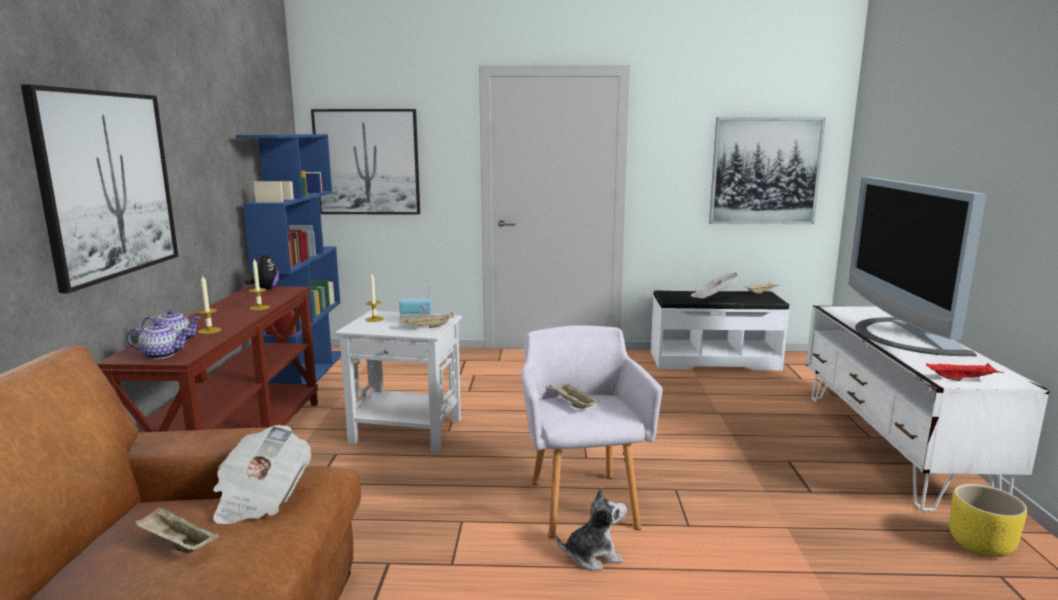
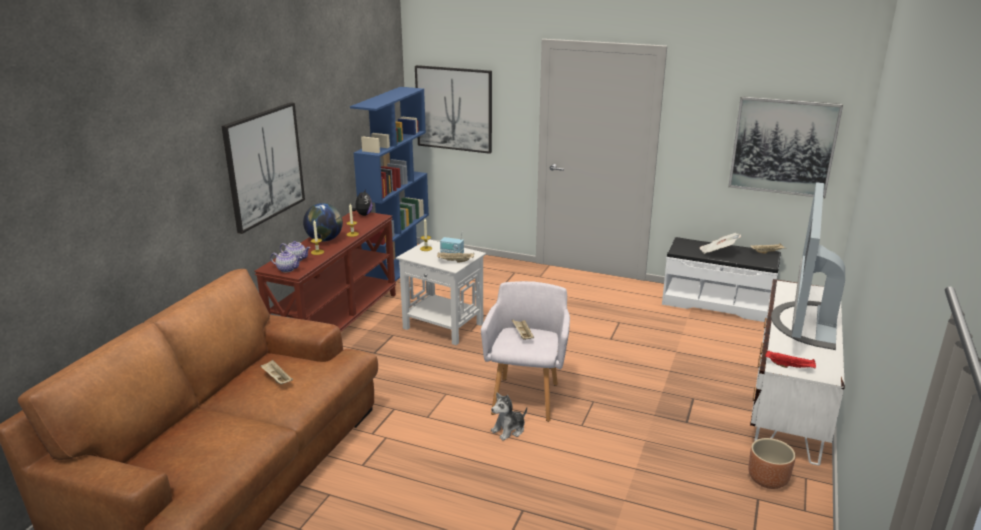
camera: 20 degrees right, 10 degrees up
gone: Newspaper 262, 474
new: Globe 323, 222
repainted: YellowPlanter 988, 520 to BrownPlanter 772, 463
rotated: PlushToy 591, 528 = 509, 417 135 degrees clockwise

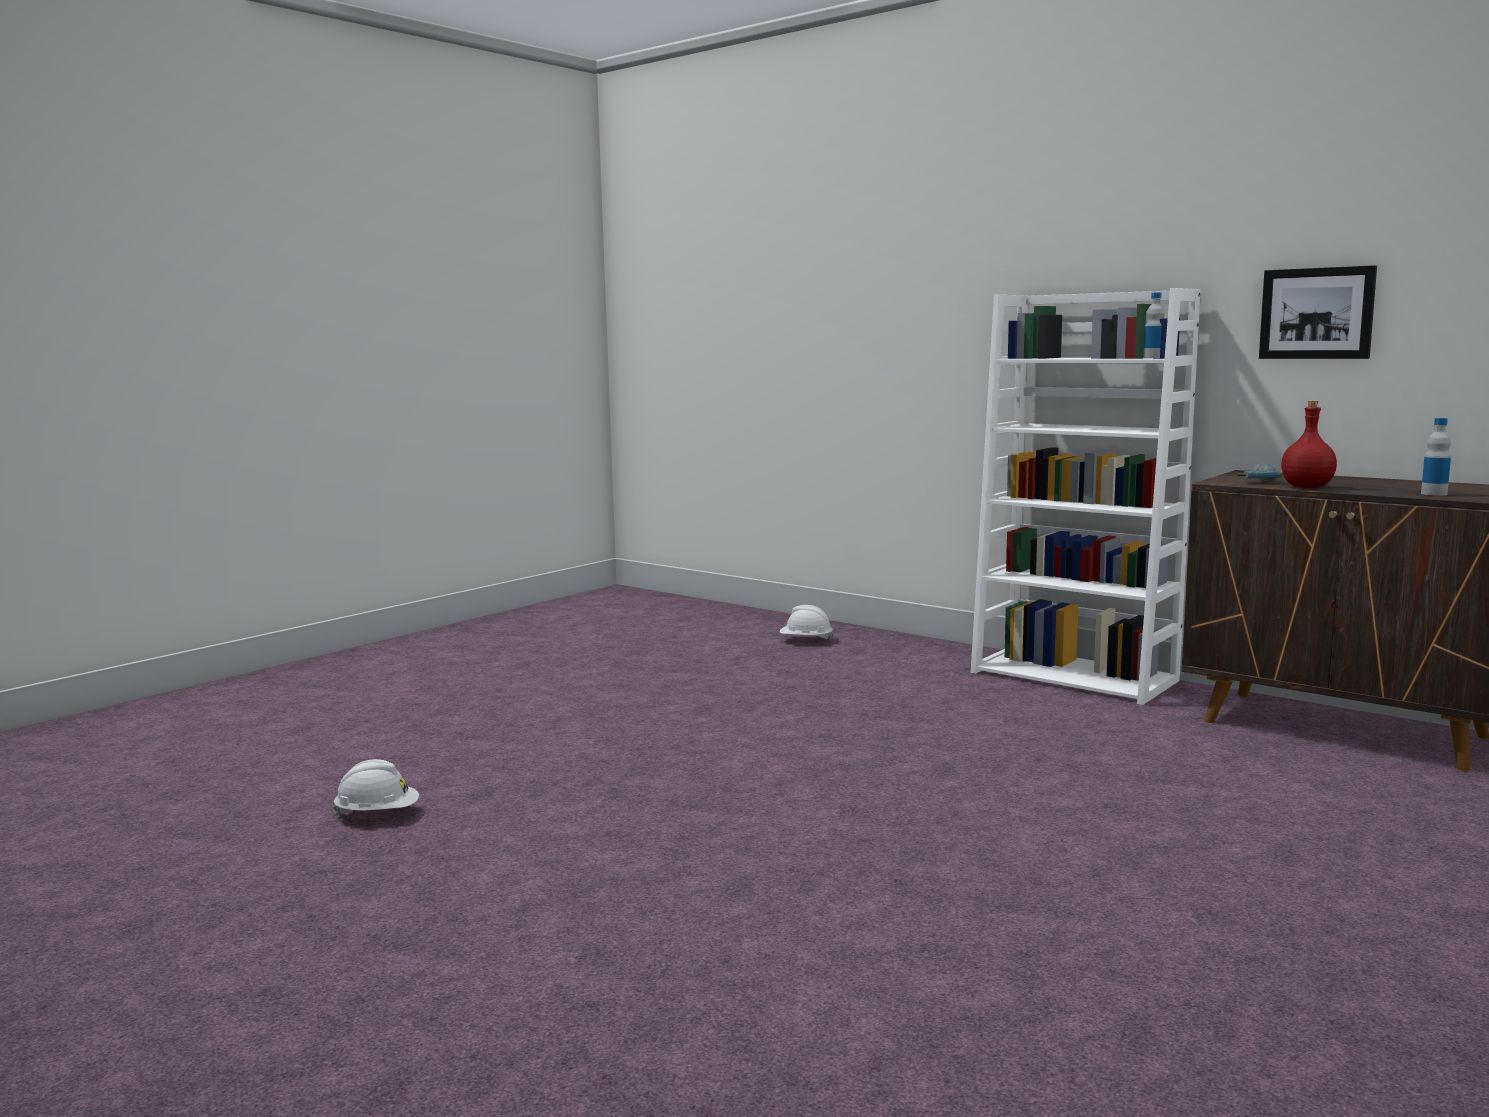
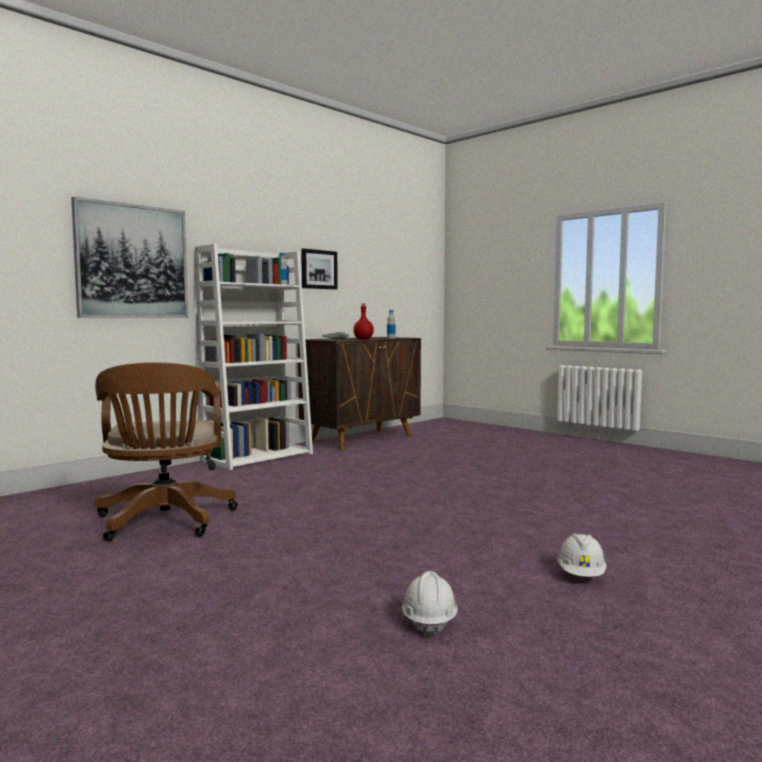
camera: 85 degrees left, 5 degrees down
new: Picture 129, 257; BrownOfficeChair 166, 451
shifted: WhiteHardHat 807, 623 to 581, 555

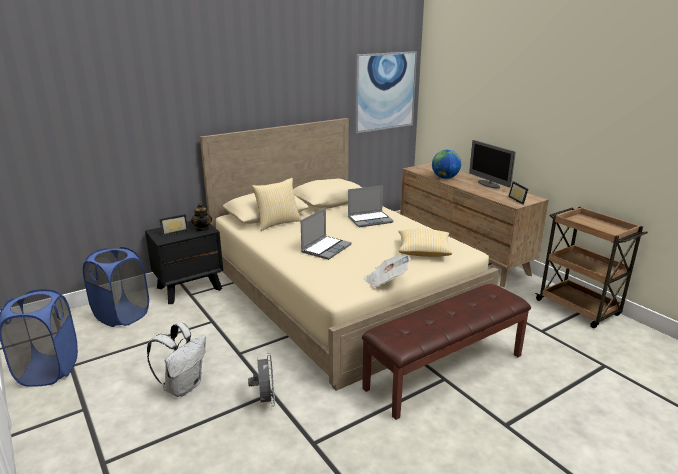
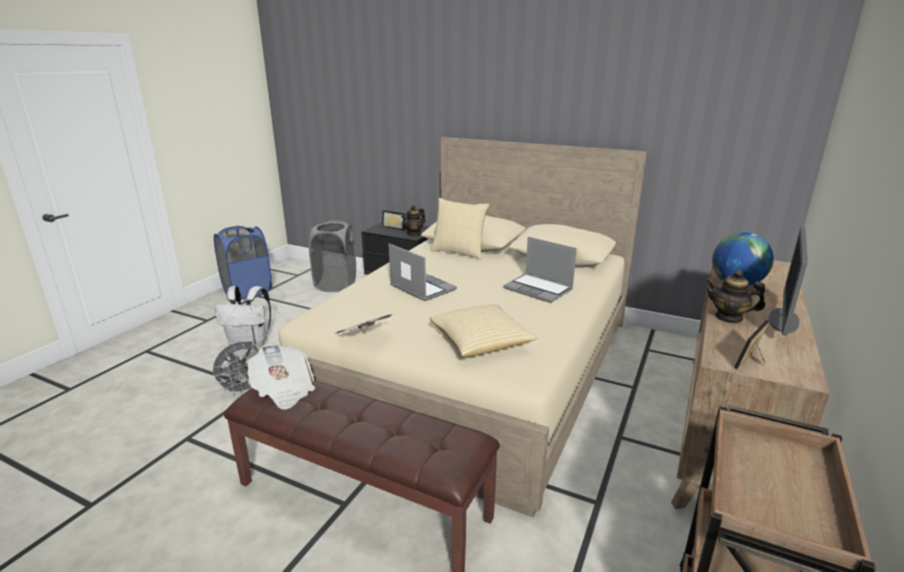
camera: 60 degrees right, 0 degrees up
gone: Picture 385, 92
new: Newspaper 281, 377; Teapot 735, 296
repainted: BlueLaundryBasket 116, 287 to GreyLaundryBasket 332, 256
rotated: Laptop 326, 233 = 423, 272 135 degrees counterclockwise

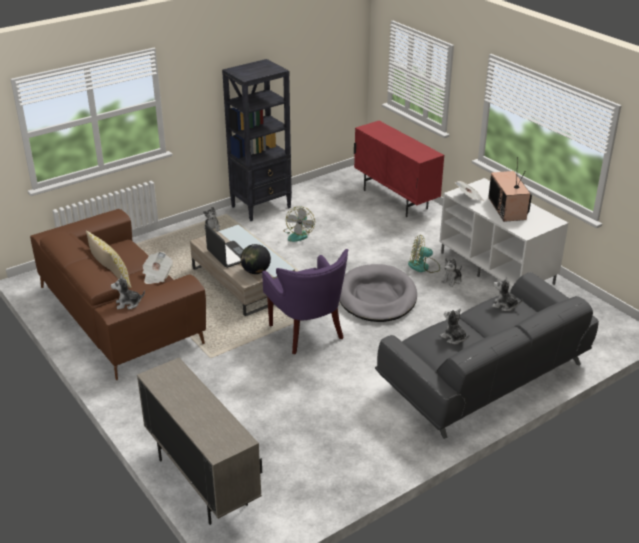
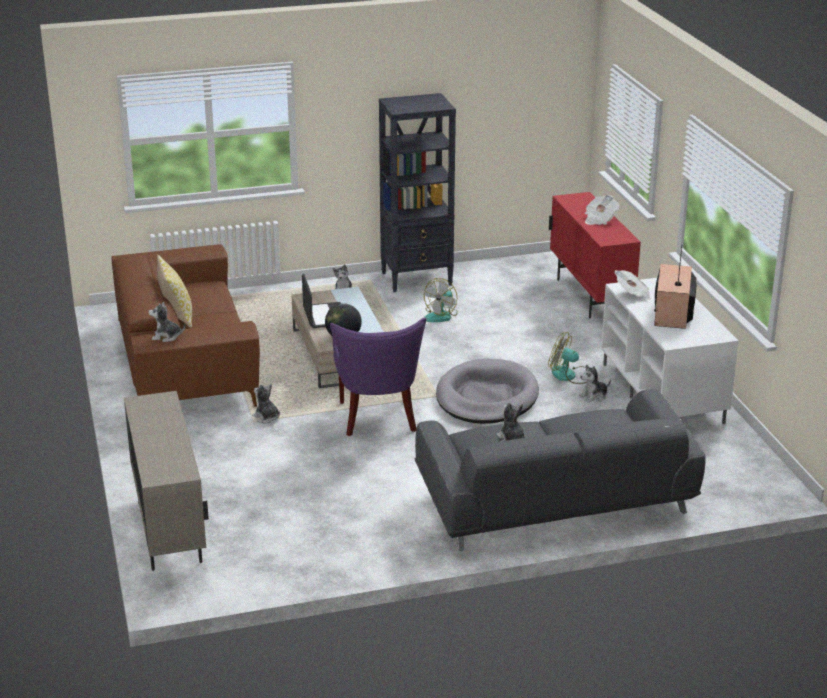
camera: 20 degrees right, 5 degrees down
shifted: Newspaper 157, 268 to 602, 210; PlushToy 507, 294 to 266, 403

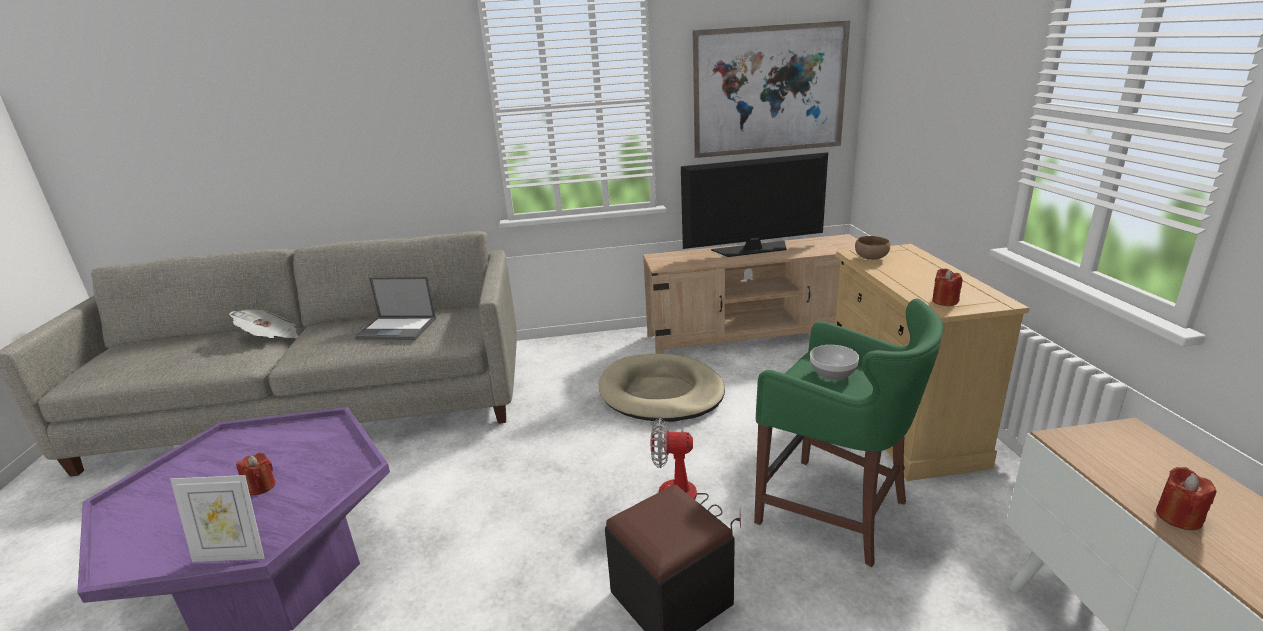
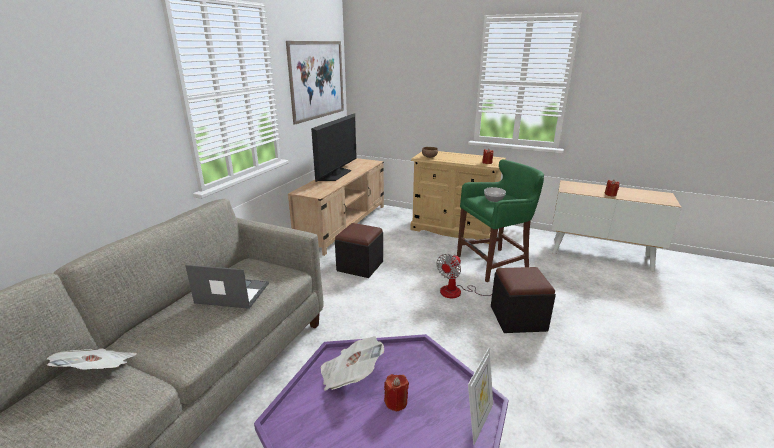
camera: 60 degrees left, 0 degrees up
new: Newspaper 352, 363
swapped: BeigeDogBed 662, 388 to BlackOttoman 359, 250
rotated: Laptop 395, 308 = 227, 287 120 degrees counterclockwise

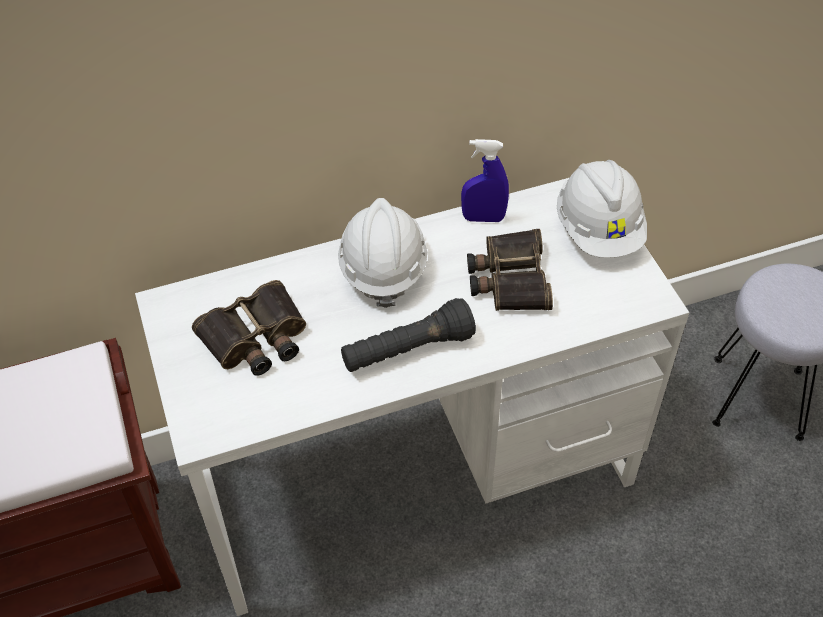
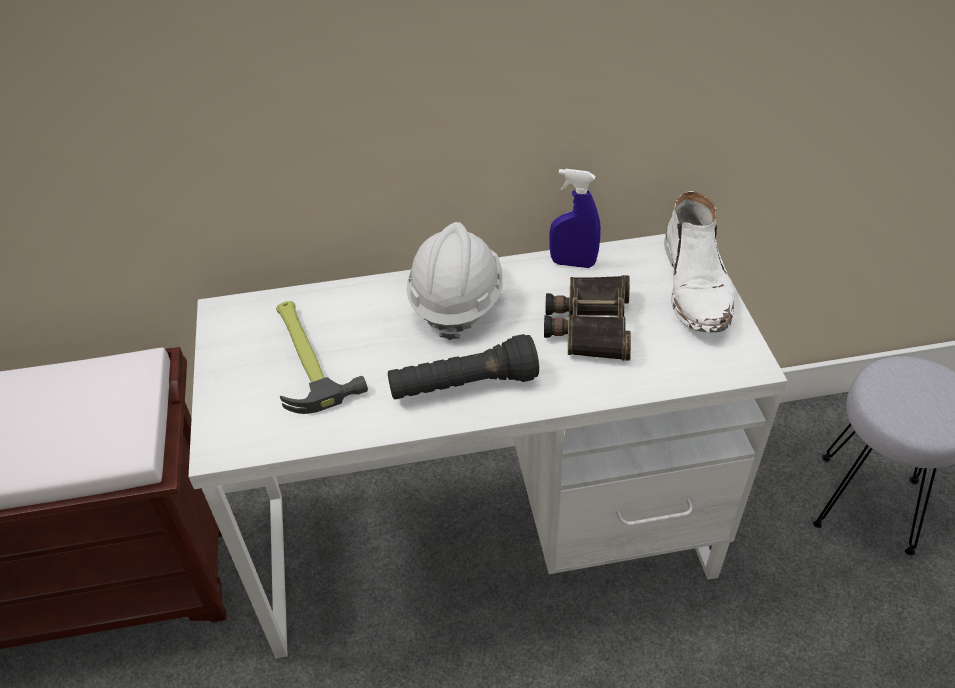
camera: 10 degrees right, 5 degrees down
swapped: Binoculars 249, 328 to Hammer 322, 357; WhiteHardHat 602, 209 to WhiteBoot 699, 262

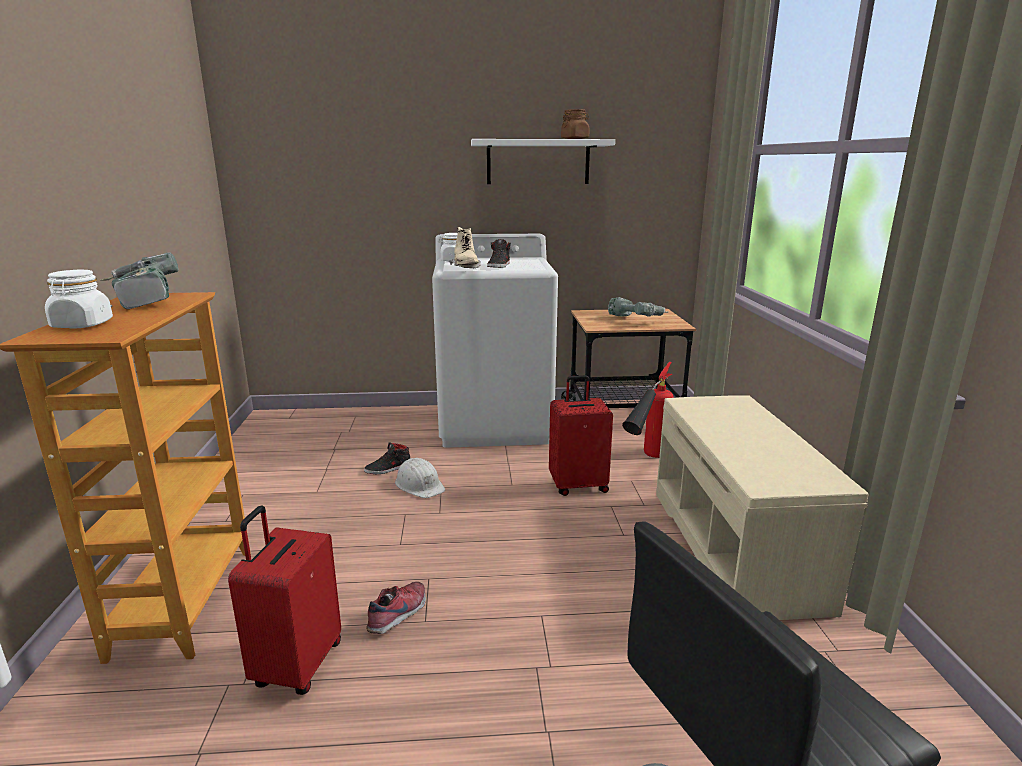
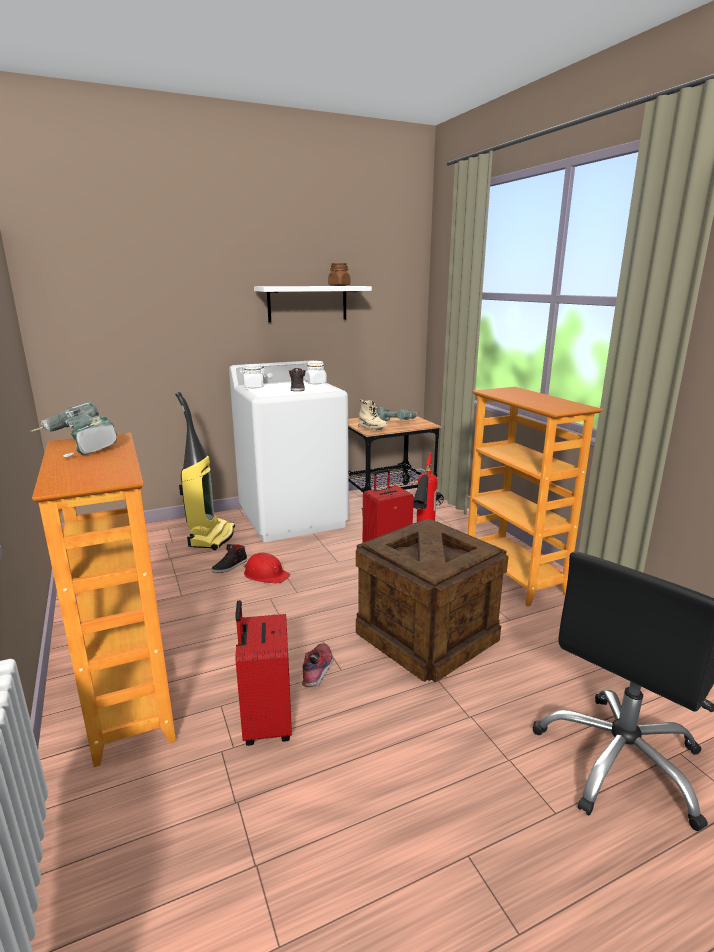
camera: 20 degrees left, 0 degrees up
new: VacuumCleaner 205, 471; Crate 432, 601
shifted: WhiteJar 79, 299 to 316, 372; BeigeBoot 465, 247 to 373, 414
swapped: BeigeBench 762, 507 to Bookcase 535, 497
repainted: WhiteHardHat 420, 478 to RedHardHat 266, 568

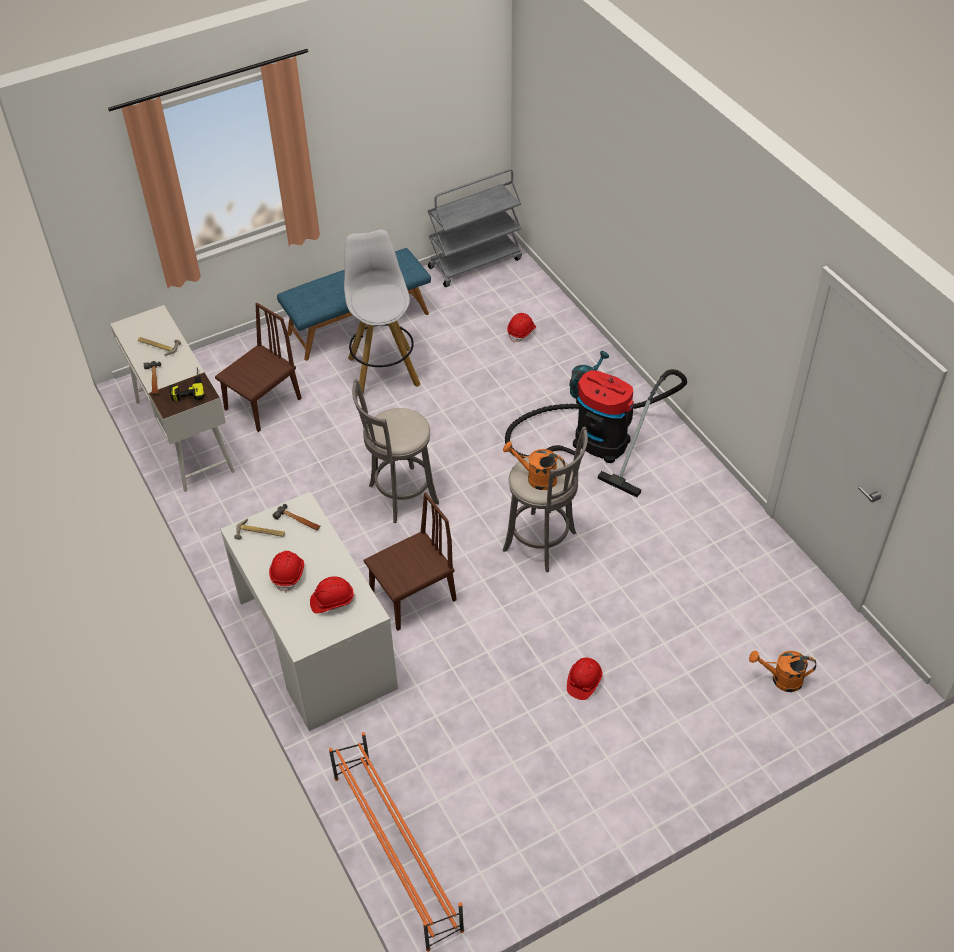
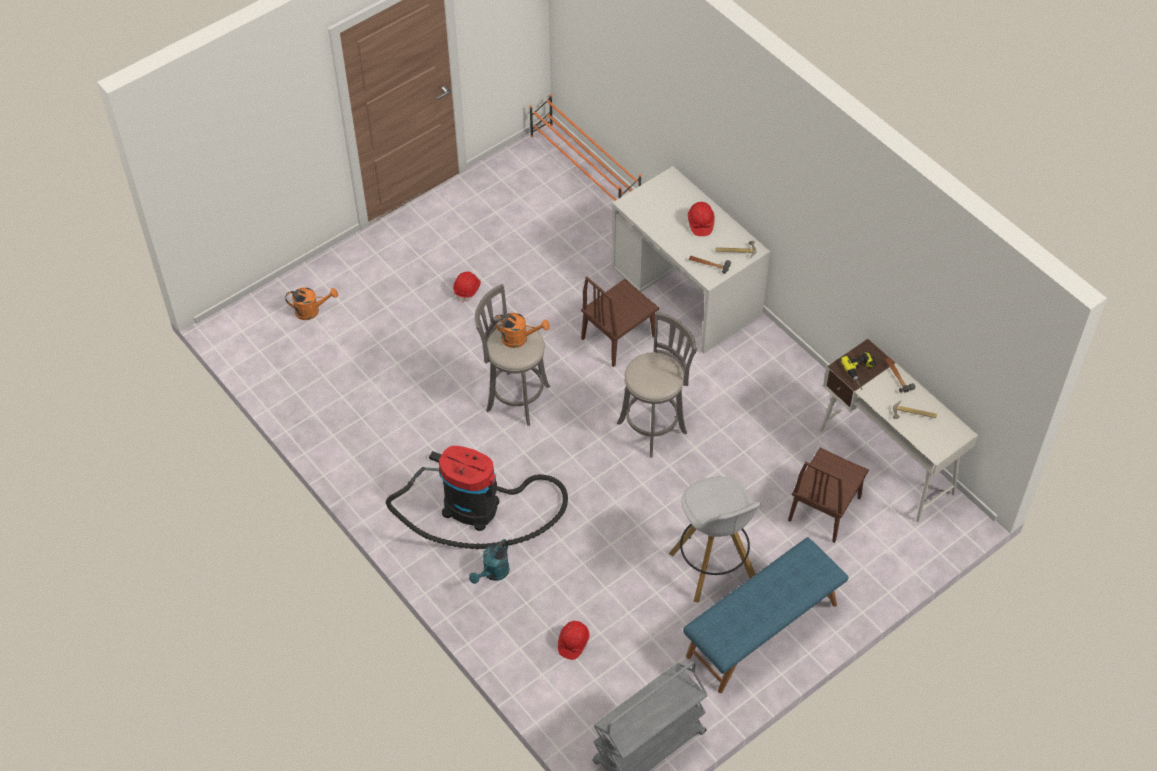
camera: 170 degrees right, 5 degrees up
gone: RedHardHat 332, 594

